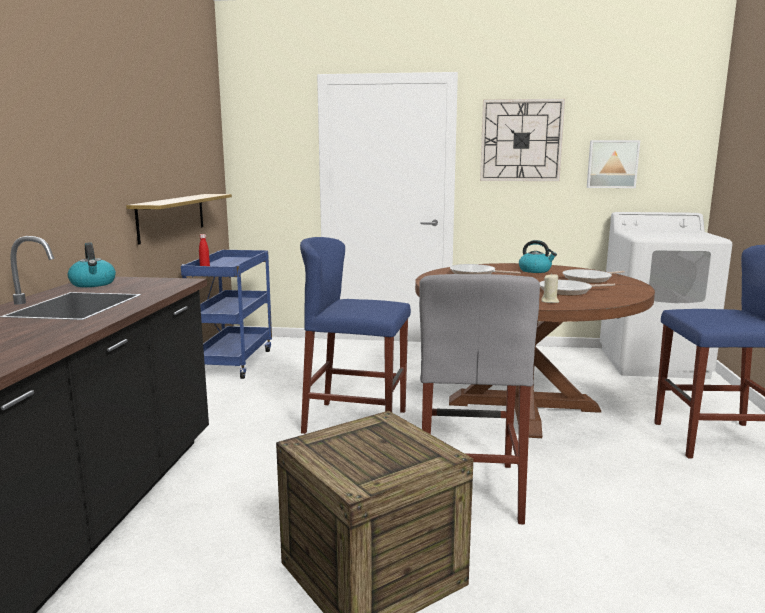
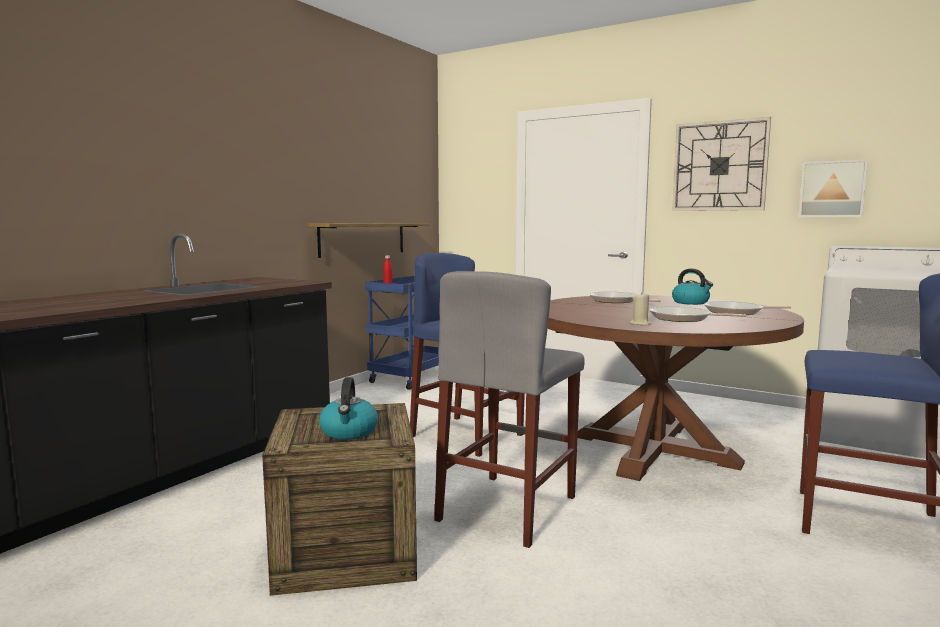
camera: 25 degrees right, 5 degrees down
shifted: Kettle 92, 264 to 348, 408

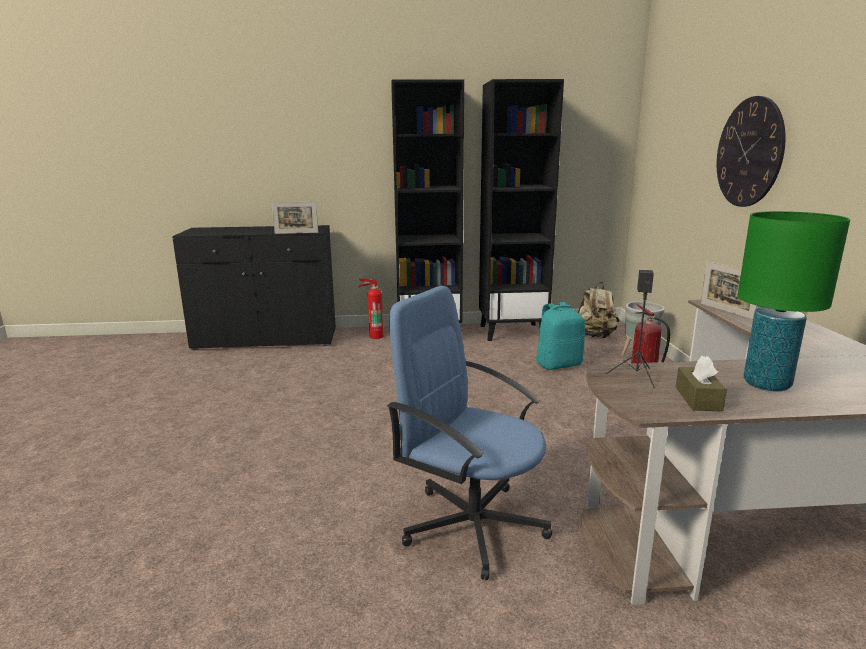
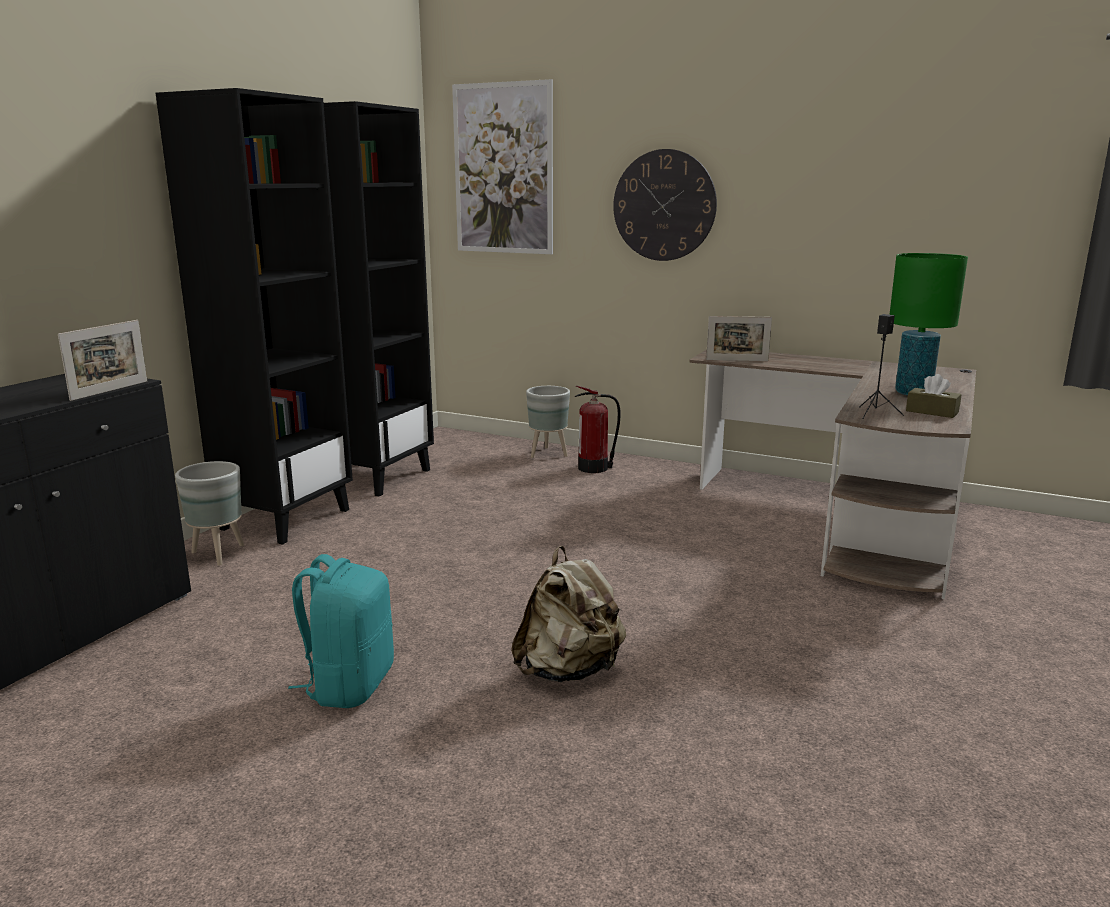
camera: 60 degrees left, 0 degrees up
gone: BlueOfficeChair 469, 433
new: Picture 502, 166
shifted: TurquoiseBackpack 560, 336 to 341, 631; BeigeBackpack 598, 310 to 568, 614
swapped: FireExtinguisher 370, 309 to GreyPlanter 209, 513

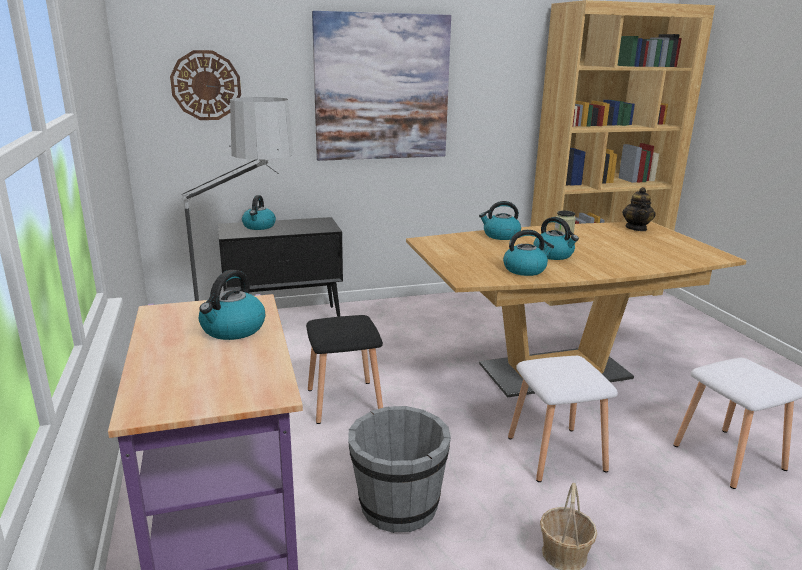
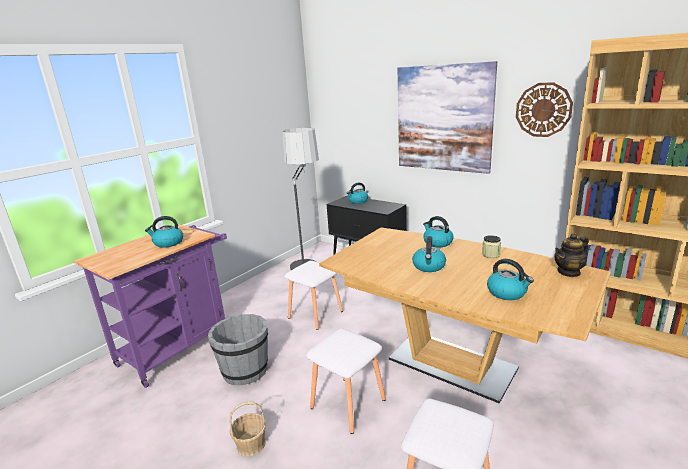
camera: 55 degrees right, 0 degrees up
shifted: WallClock 205, 85 to 544, 109; Kettle 528, 253 to 510, 279
repainted: BlackStool 344, 369 to WhiteStool 313, 295

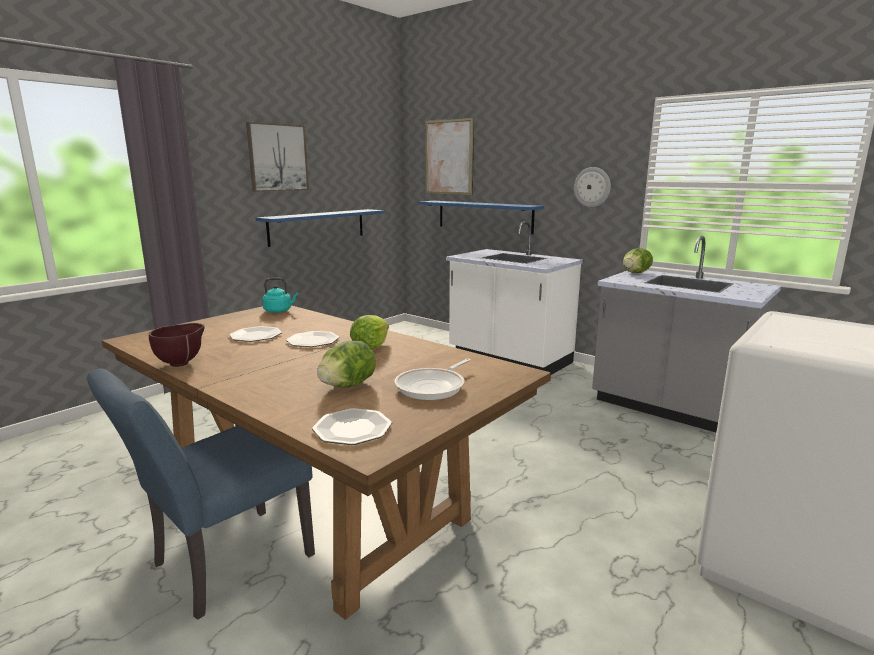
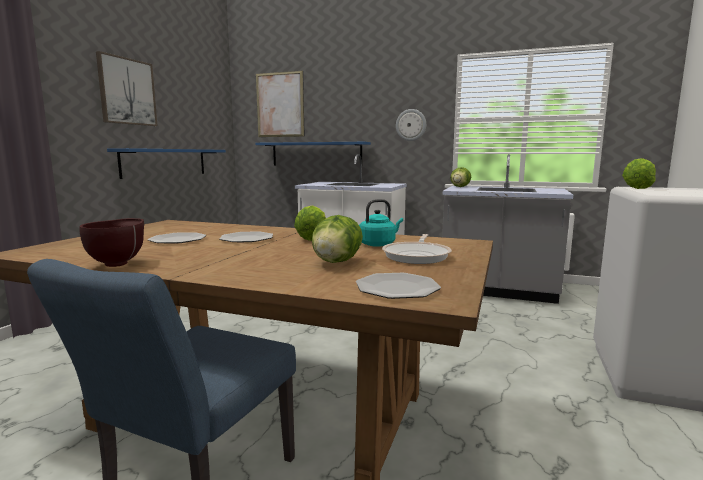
camera: 20 degrees left, 5 degrees down
new: Lettuce 639, 173
shifted: TurquoiseKettle 280, 295 to 381, 223

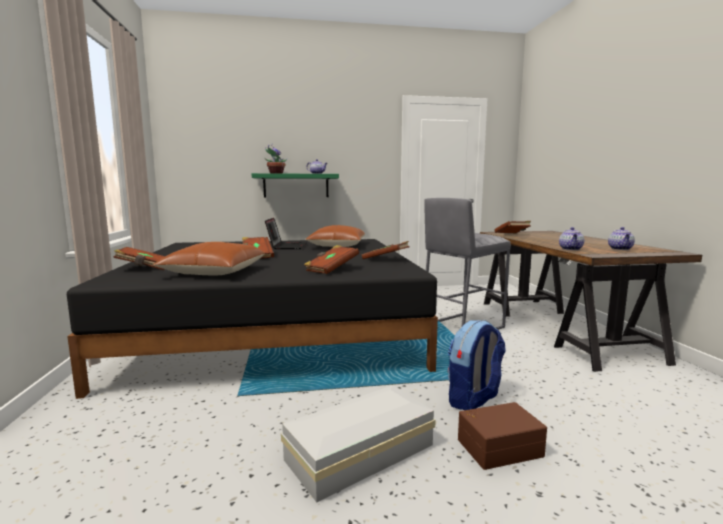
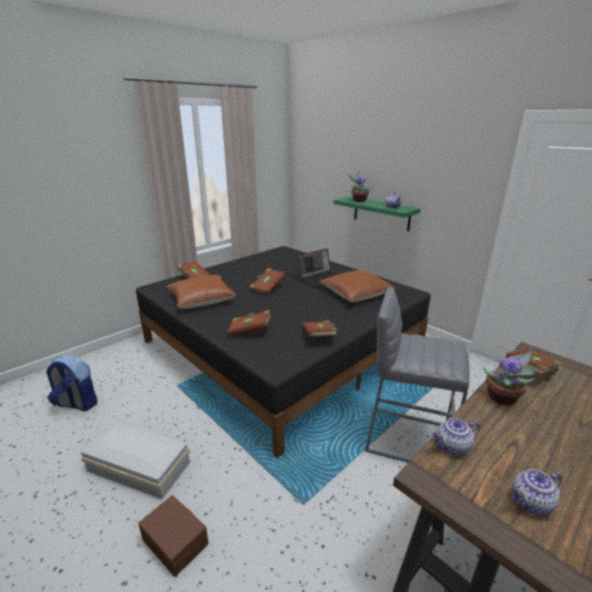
camera: 55 degrees right, 15 degrees up
new: PottedPlant 510, 376
shifted: Backpack 477, 365 to 71, 383

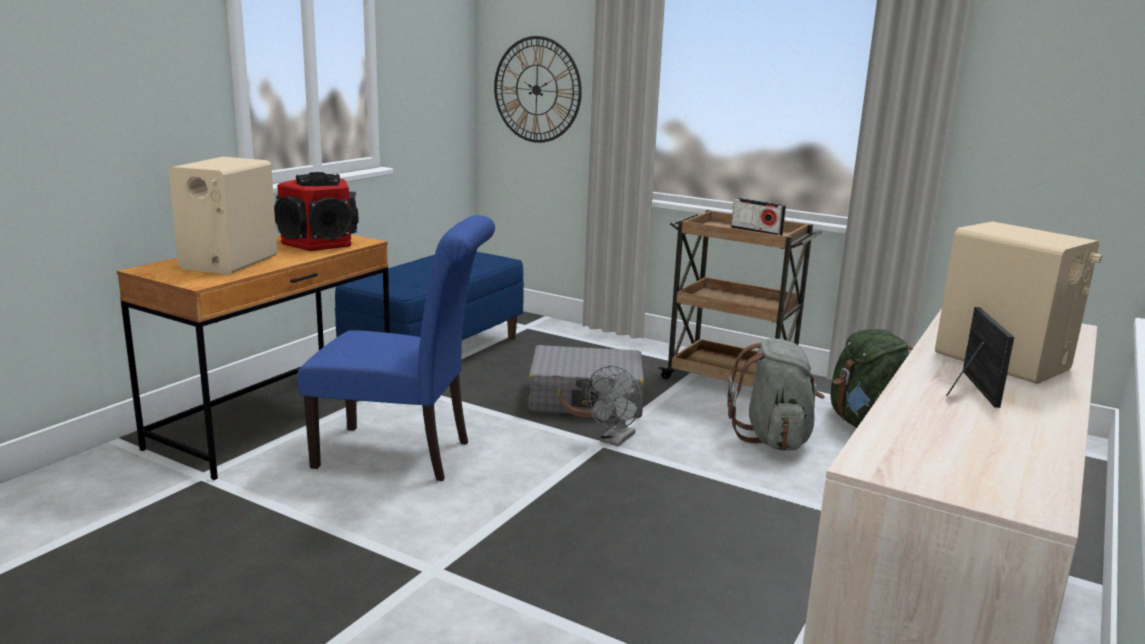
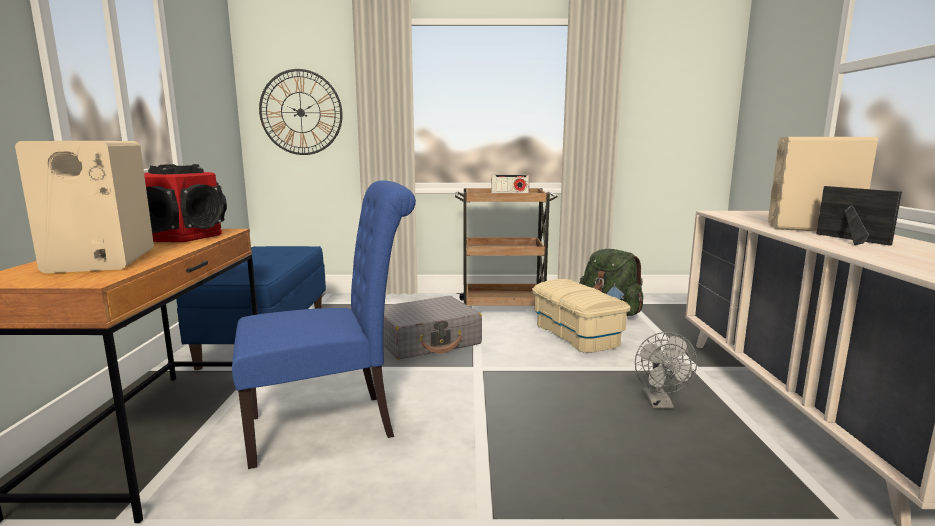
camera: 30 degrees left, 5 degrees down
shifted: GreyFan 613, 406 to 666, 370
swapped: GreyBackpack 776, 394 to BeigeStorageBox 581, 316

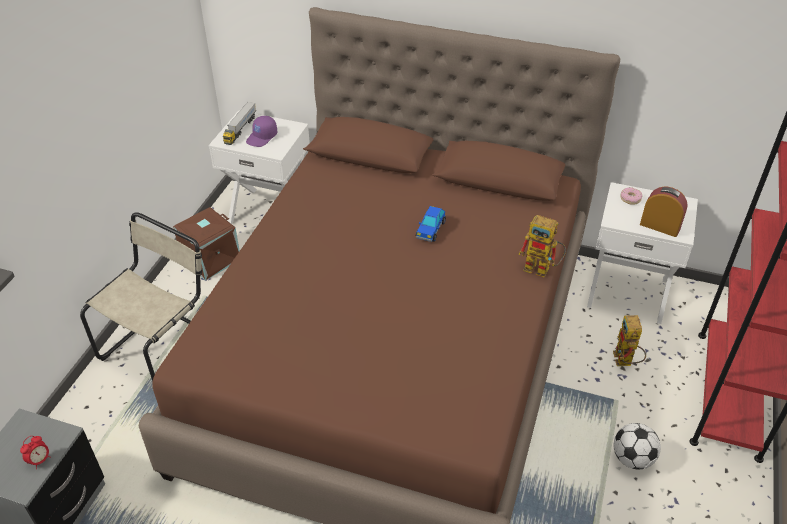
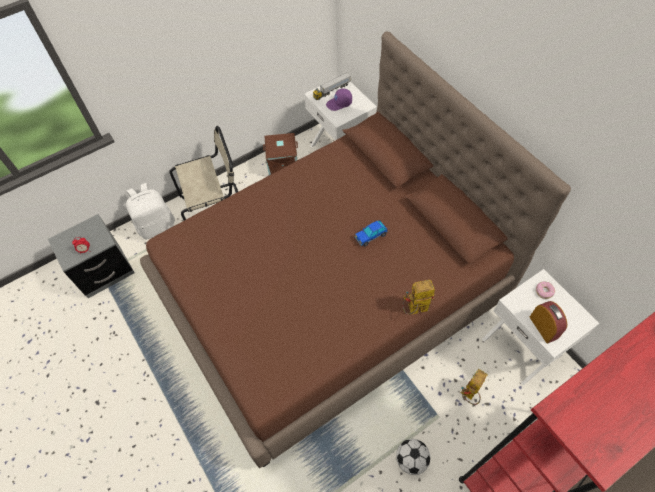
camera: 40 degrees right, 15 degrees up
new: WhiteBackpack 150, 211
rotated: ToyRobot 542, 246 = 419, 297 105 degrees clockwise

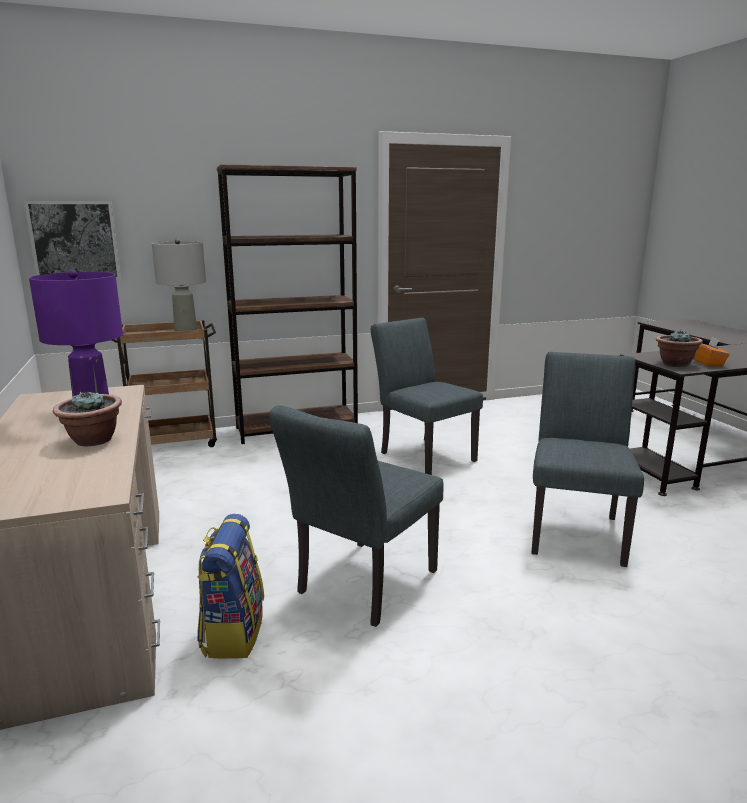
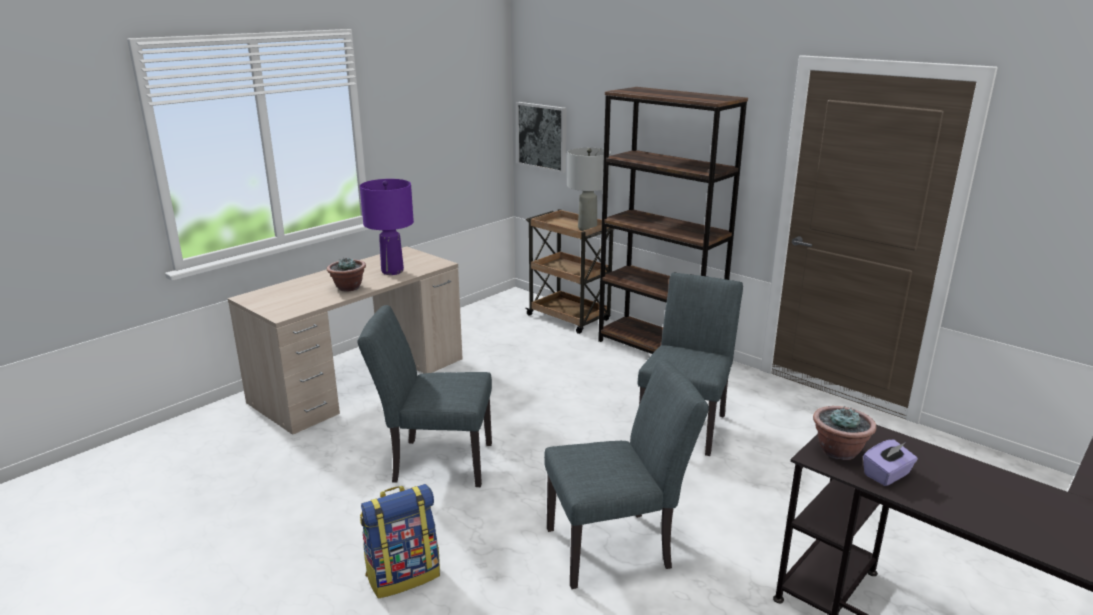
camera: 60 degrees right, 5 degrees up
shifted: Backpack 230, 586 to 400, 541
repainted: OrangeTissueBox 711, 351 to PurpleTissueBox 890, 463

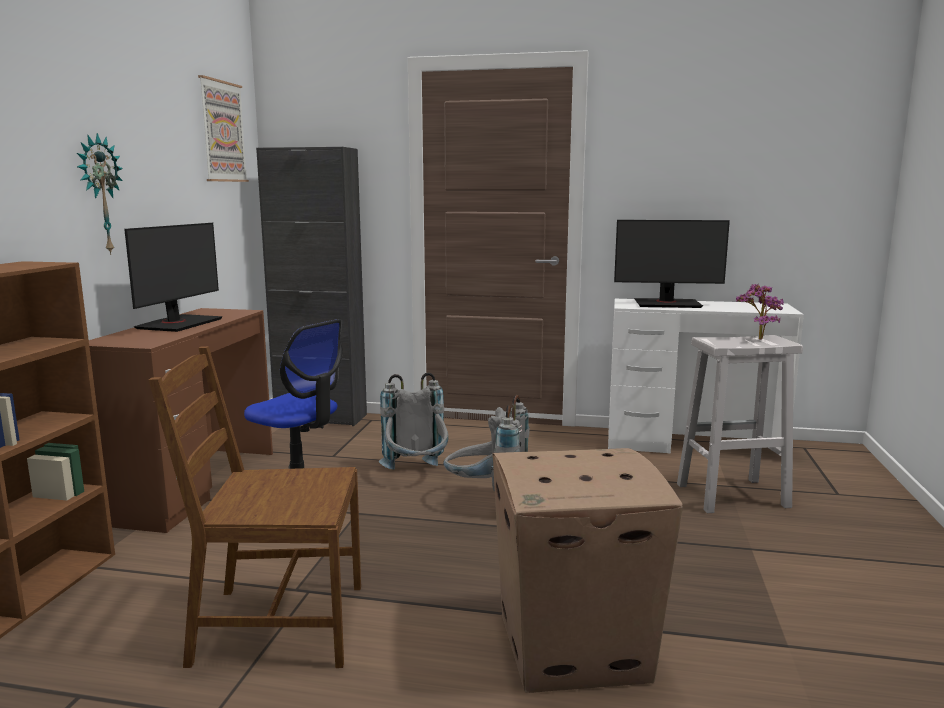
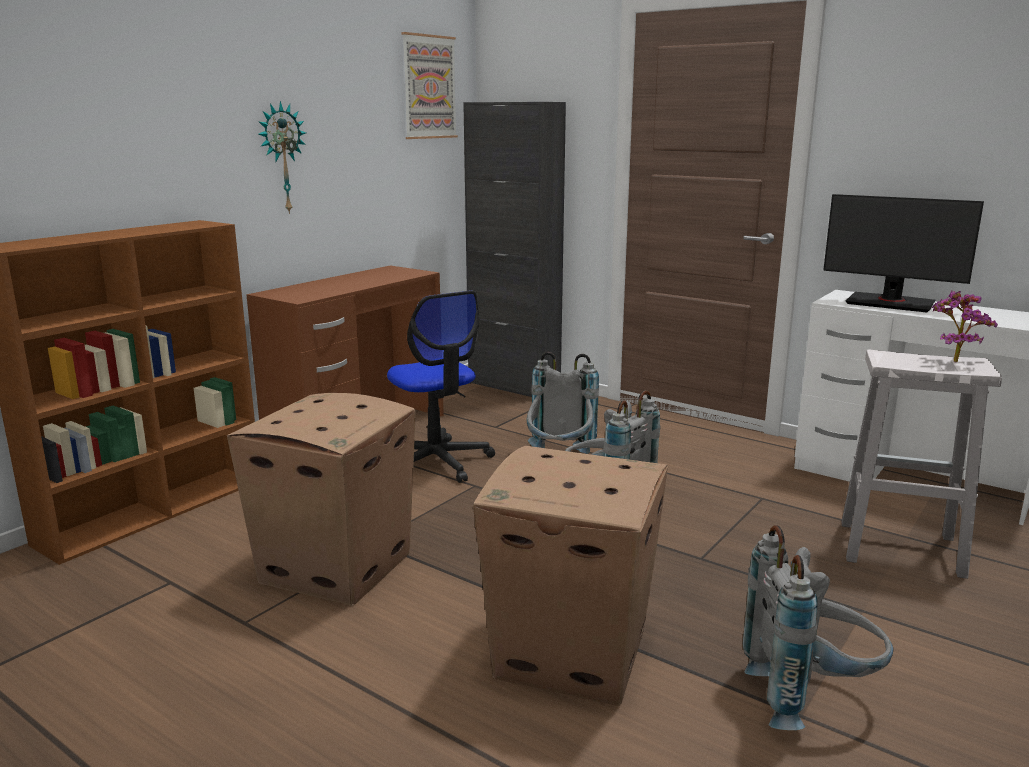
camera: 25 degrees right, 5 degrees up
gone: Monitor 173, 277
new: GreyBackpack 818, 627
swapped: BrownChair 255, 507 to CardboardBox 321, 499

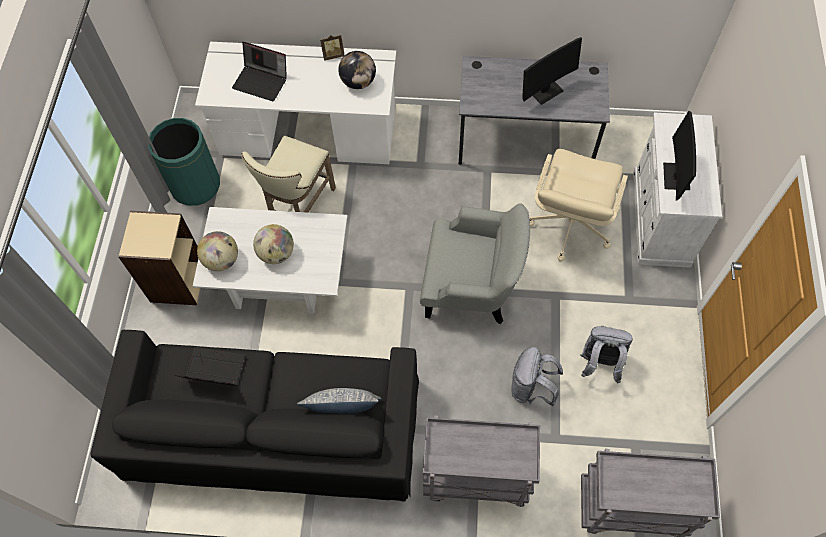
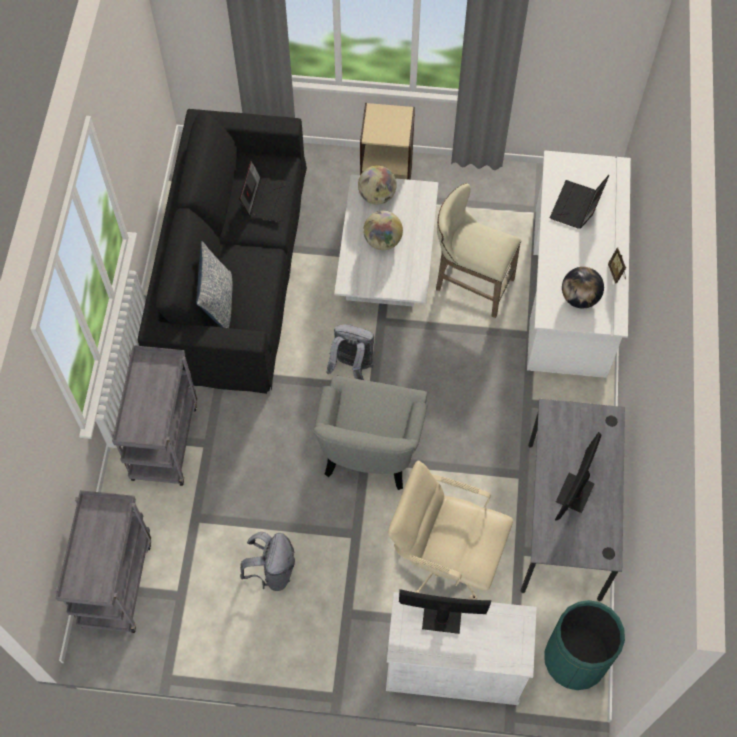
camera: 90 degrees right, 0 degrees up
shifted: GreenTrashCan 184, 162 to 584, 645; GreyBackpack 537, 376 to 350, 352
rotated: Monitor 552, 71 = 578, 476 60 degrees clockwise

